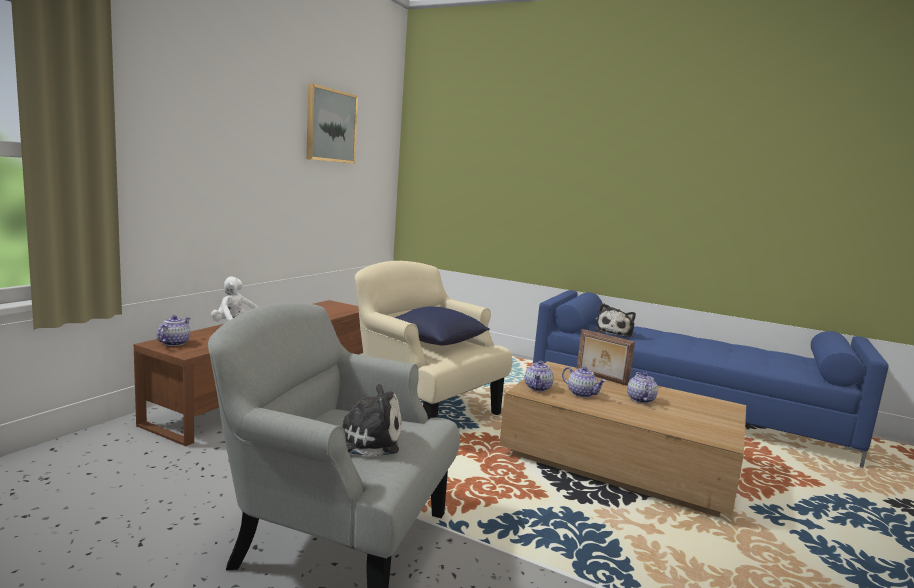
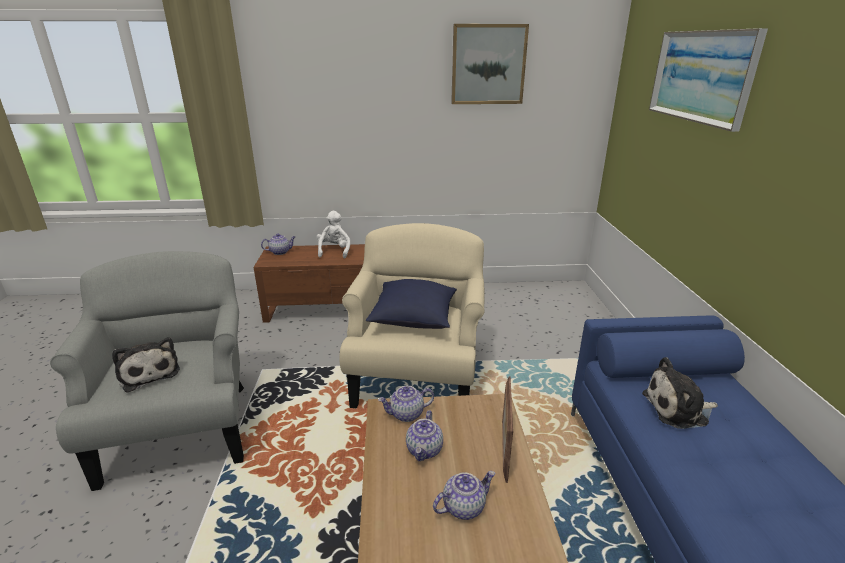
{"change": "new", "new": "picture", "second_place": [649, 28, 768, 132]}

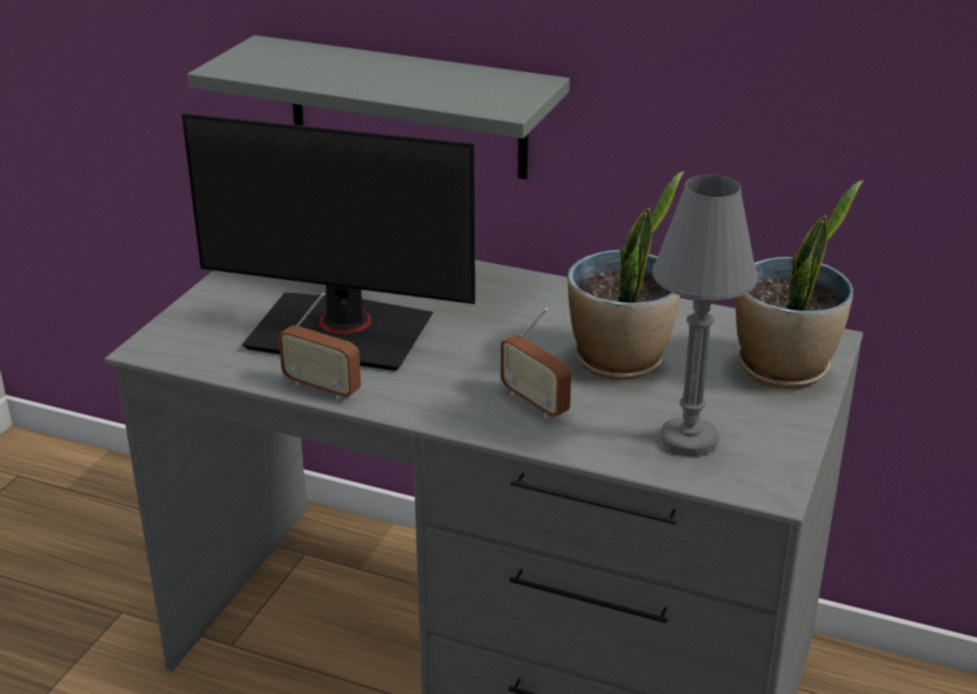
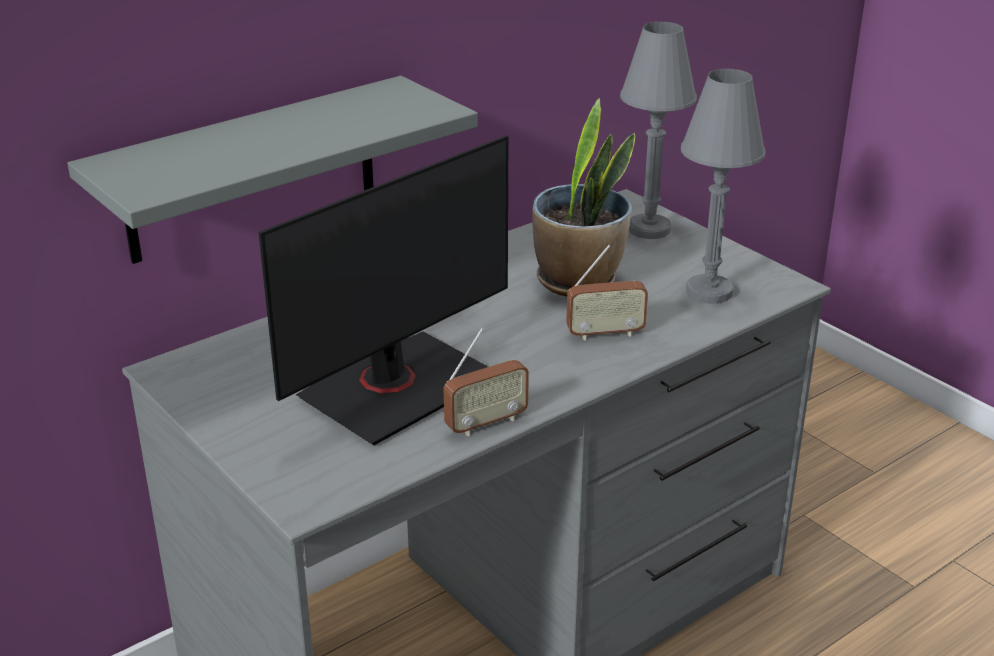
{"change": "swapped", "old": "potted plant", "new": "grey table lamp", "first_place": [736, 180, 863, 388], "second_place": [620, 22, 697, 239]}

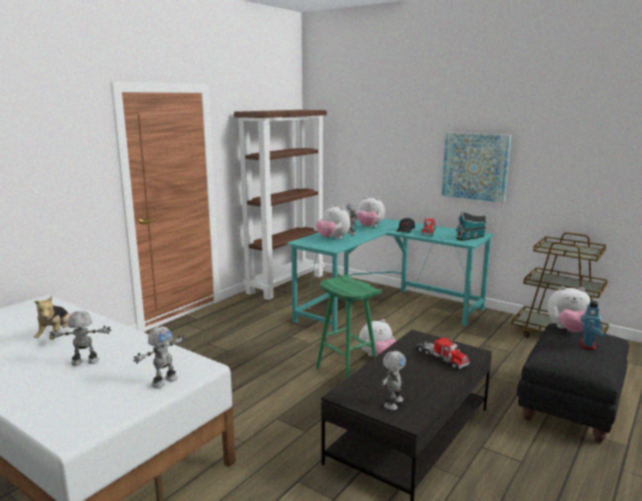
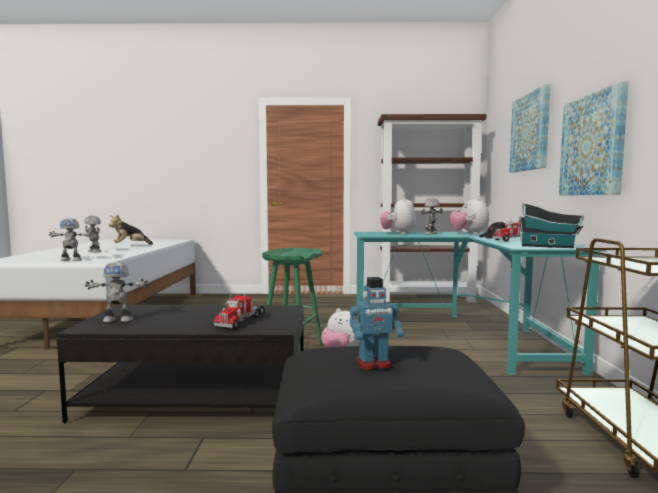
{"change": "new", "new": "picture", "second_place": [509, 84, 550, 172]}
{"change": "gone", "old": "plush toy", "first_place": [547, 286, 591, 332]}

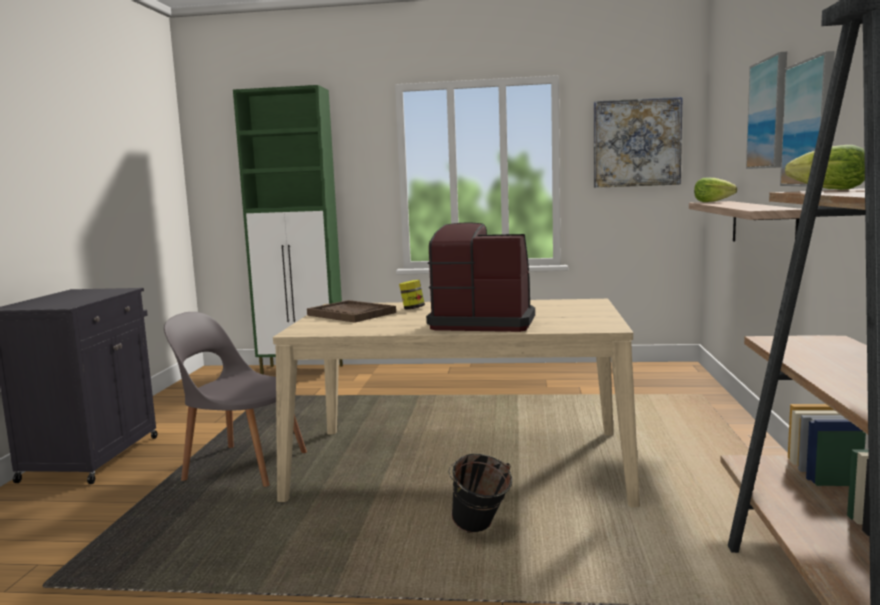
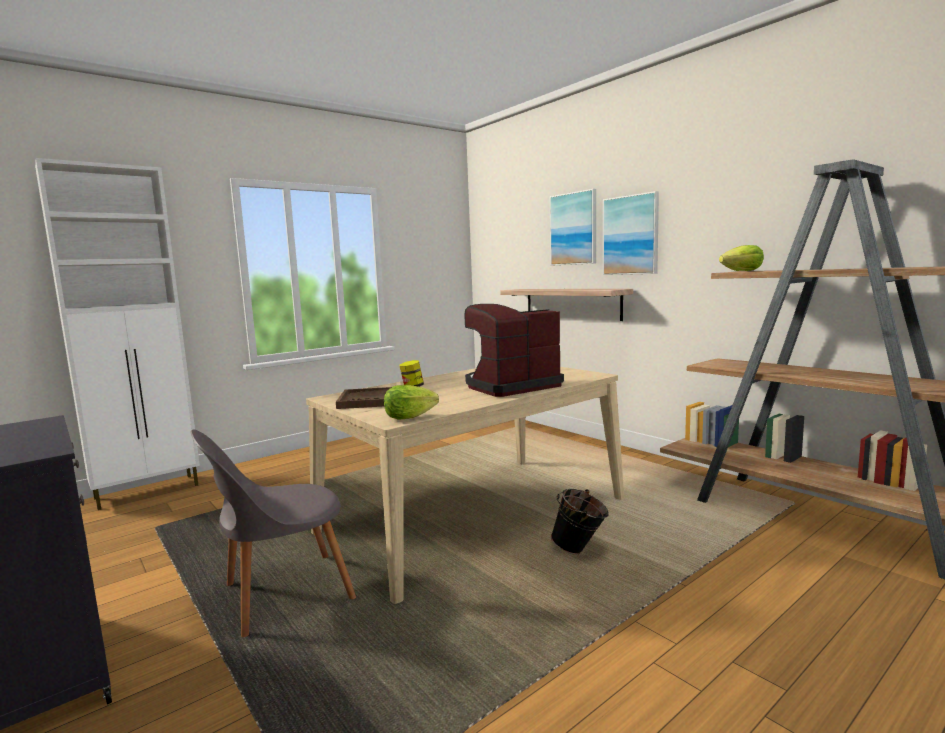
{"change": "repainted", "old": "green cabinet", "new": "white cabinet", "first_place": [233, 85, 343, 374], "second_place": [35, 158, 200, 510]}
{"change": "shifted", "old": "lettuce", "first_place": [694, 178, 738, 202], "second_place": [384, 385, 439, 420]}
{"change": "gone", "old": "picture", "first_place": [594, 97, 683, 188]}

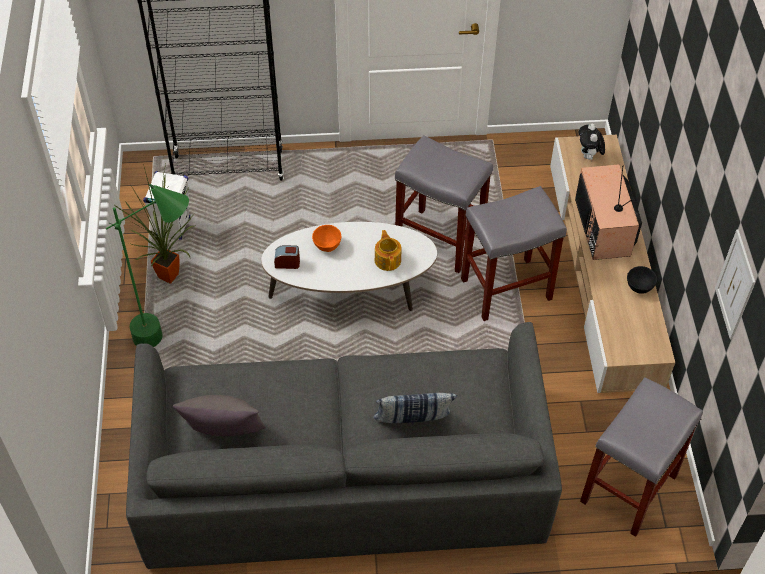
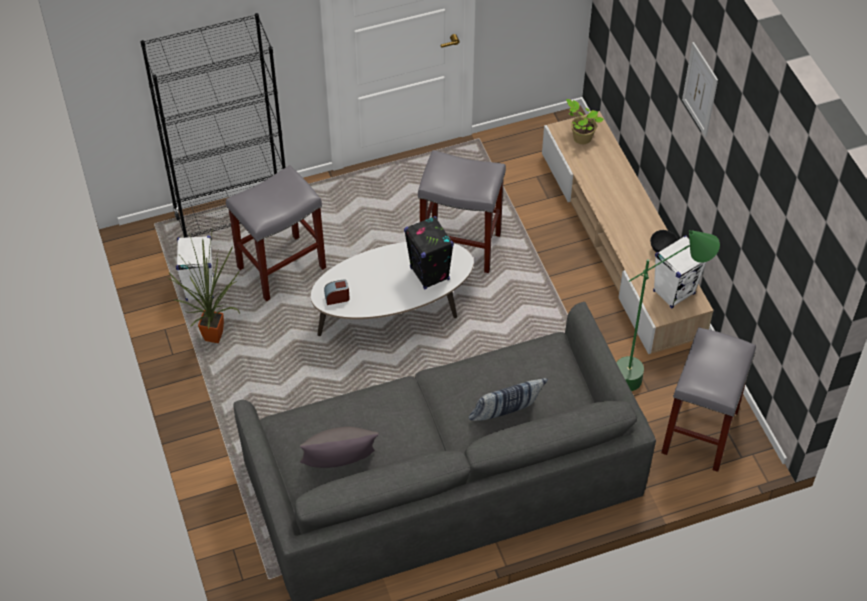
{"change": "shifted", "old": "grey stool", "first_place": [461, 186, 567, 321], "second_place": [226, 165, 326, 302]}
{"change": "swapped", "old": "teapot", "new": "black speaker", "first_place": [375, 230, 401, 271], "second_place": [404, 216, 454, 289]}
{"change": "swapped", "old": "plush toy", "new": "potted plant", "first_place": [578, 124, 605, 161], "second_place": [566, 99, 604, 144]}
{"change": "shifted", "old": "green floor lamp", "first_place": [106, 184, 189, 347], "second_place": [616, 230, 720, 391]}
{"change": "new", "new": "white speaker", "second_place": [653, 235, 706, 308]}
{"change": "shifted", "old": "picture", "first_place": [715, 229, 755, 340], "second_place": [682, 42, 718, 137]}
{"change": "gone", "old": "orange bowl", "first_place": [312, 225, 342, 252]}
{"change": "gone", "old": "television", "first_place": [575, 164, 642, 260]}

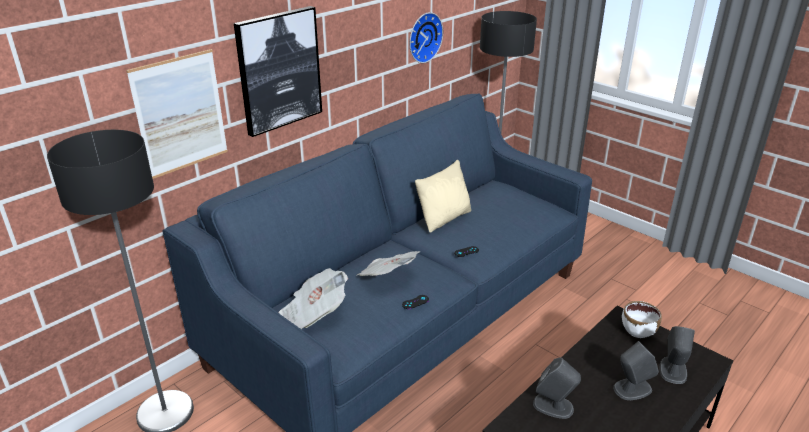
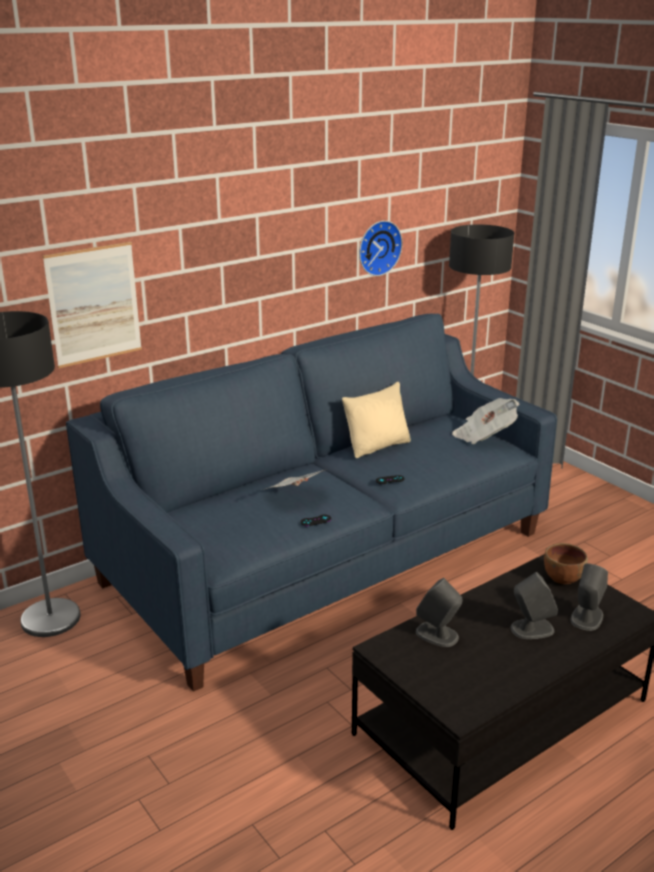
{"change": "shifted", "old": "newspaper", "first_place": [278, 268, 348, 329], "second_place": [452, 398, 520, 444]}
{"change": "repainted", "old": "white bowl", "new": "brown bowl", "first_place": [622, 301, 662, 338], "second_place": [544, 543, 588, 584]}
{"change": "gone", "old": "picture", "first_place": [234, 6, 322, 137]}

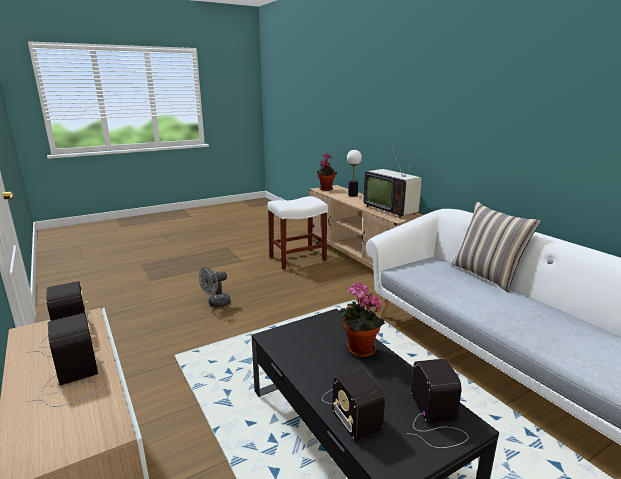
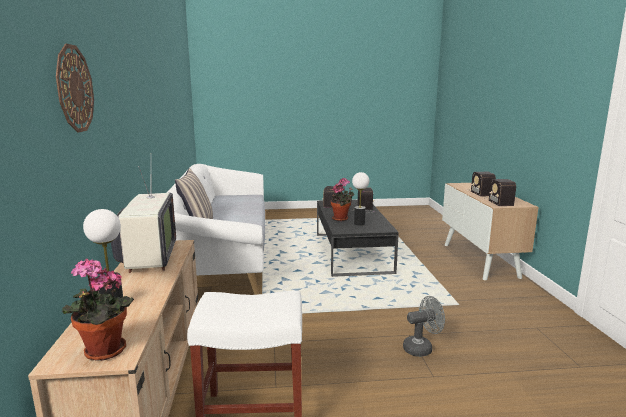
{"change": "new", "new": "wall clock", "second_place": [56, 44, 94, 133]}
{"change": "new", "new": "table lamp", "second_place": [352, 172, 369, 225]}

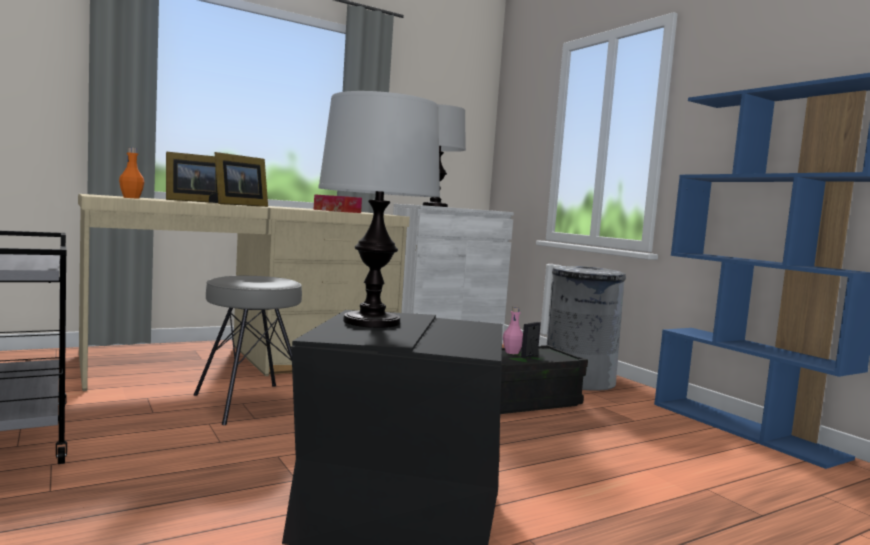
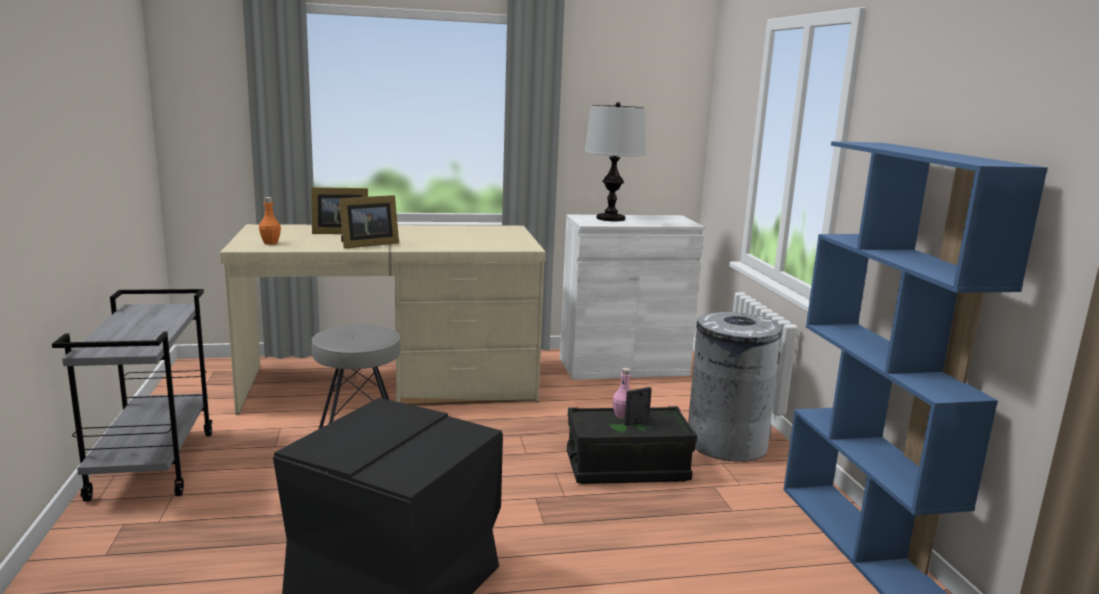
{"change": "gone", "old": "tissue box", "first_place": [314, 194, 362, 213]}
{"change": "gone", "old": "table lamp", "first_place": [318, 91, 440, 328]}

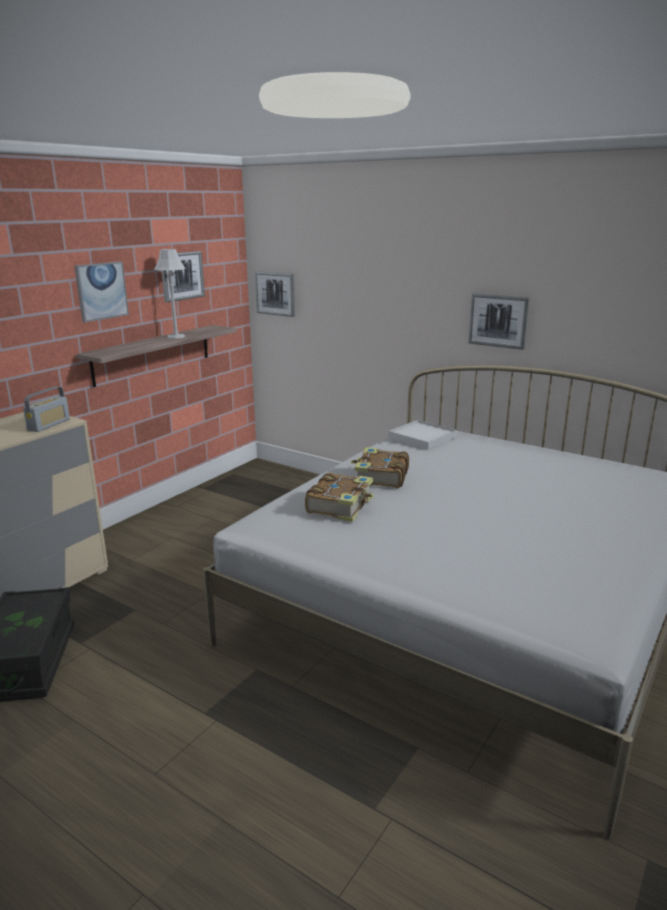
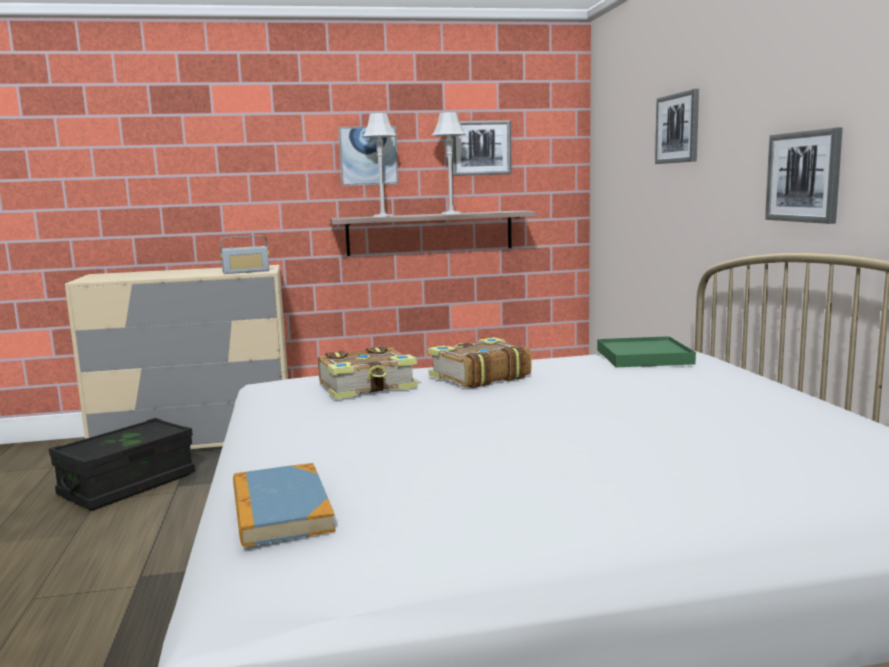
{"change": "new", "new": "book", "second_place": [233, 463, 335, 547]}
{"change": "new", "new": "grey table lamp", "second_place": [362, 113, 397, 217]}
{"change": "repainted", "old": "white tray", "new": "green tray", "first_place": [388, 420, 457, 450], "second_place": [597, 336, 696, 367]}
{"change": "shifted", "old": "picture", "first_place": [255, 271, 295, 317], "second_place": [655, 89, 699, 164]}

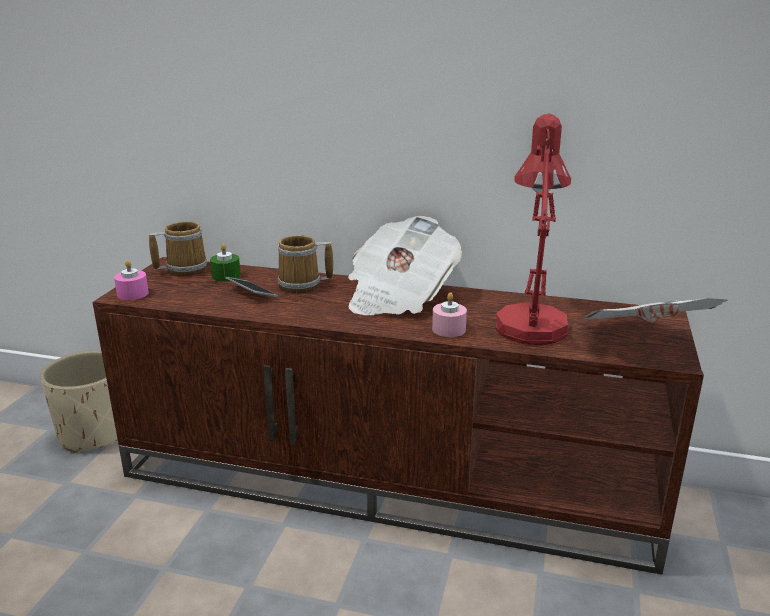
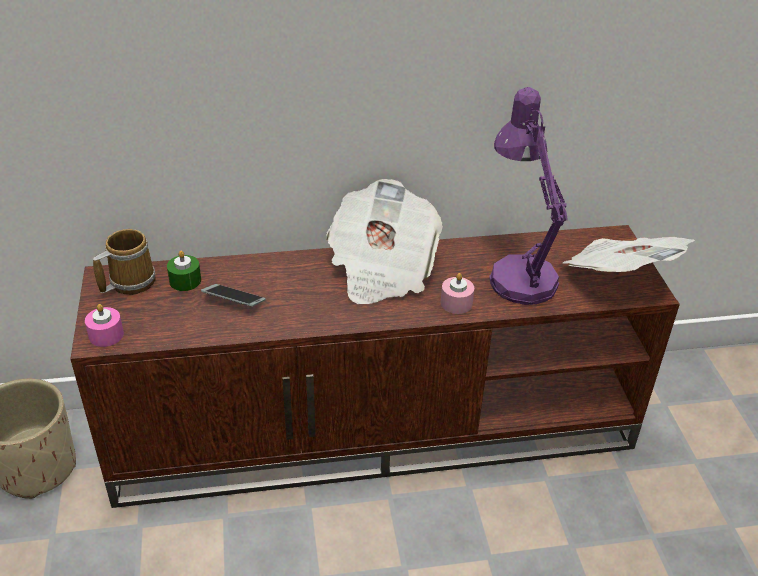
{"change": "repainted", "old": "red table lamp", "new": "purple table lamp", "first_place": [496, 113, 571, 345], "second_place": [489, 87, 568, 305]}
{"change": "gone", "old": "mug", "first_place": [278, 235, 333, 294]}

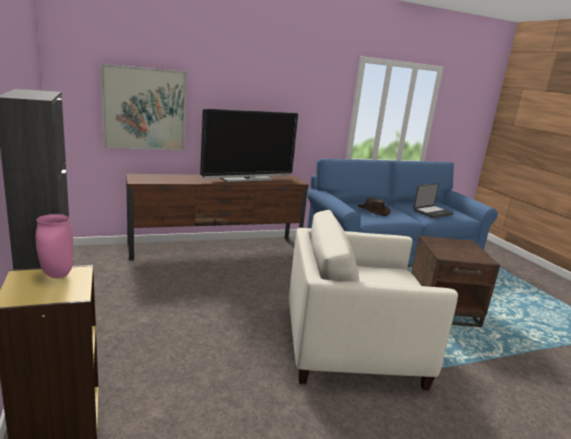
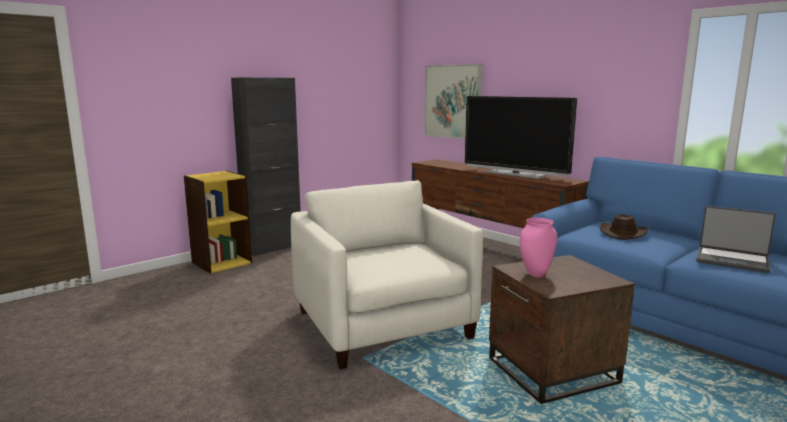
{"change": "shifted", "old": "pink vase", "first_place": [36, 214, 73, 278], "second_place": [520, 218, 557, 277]}

